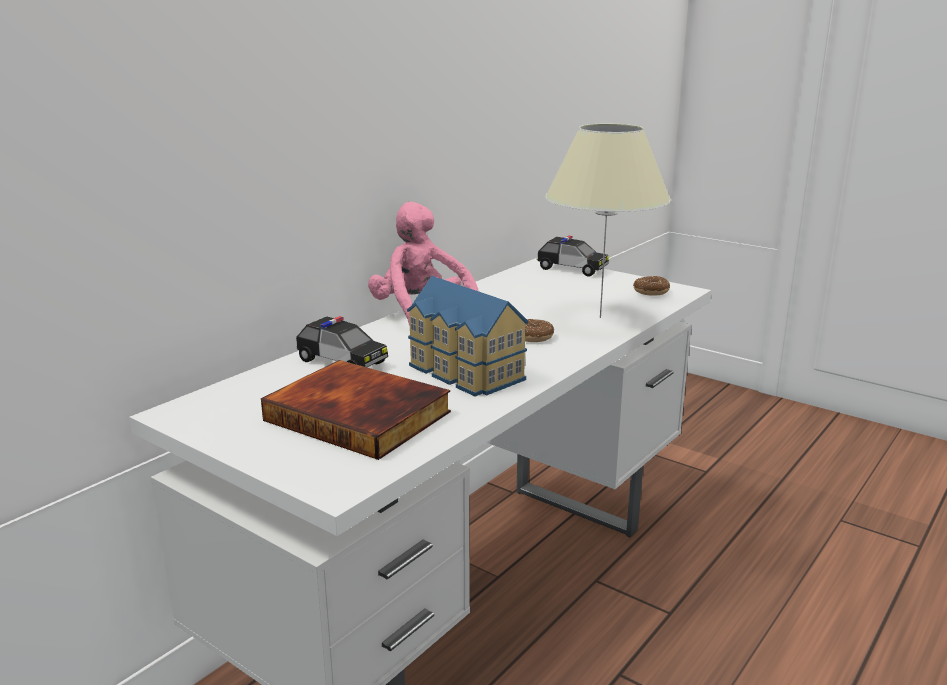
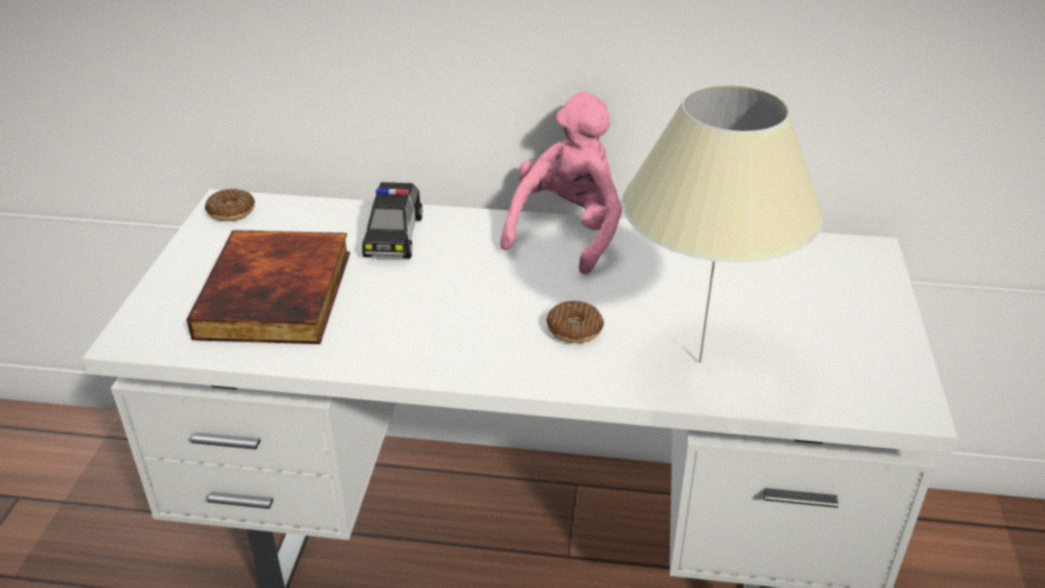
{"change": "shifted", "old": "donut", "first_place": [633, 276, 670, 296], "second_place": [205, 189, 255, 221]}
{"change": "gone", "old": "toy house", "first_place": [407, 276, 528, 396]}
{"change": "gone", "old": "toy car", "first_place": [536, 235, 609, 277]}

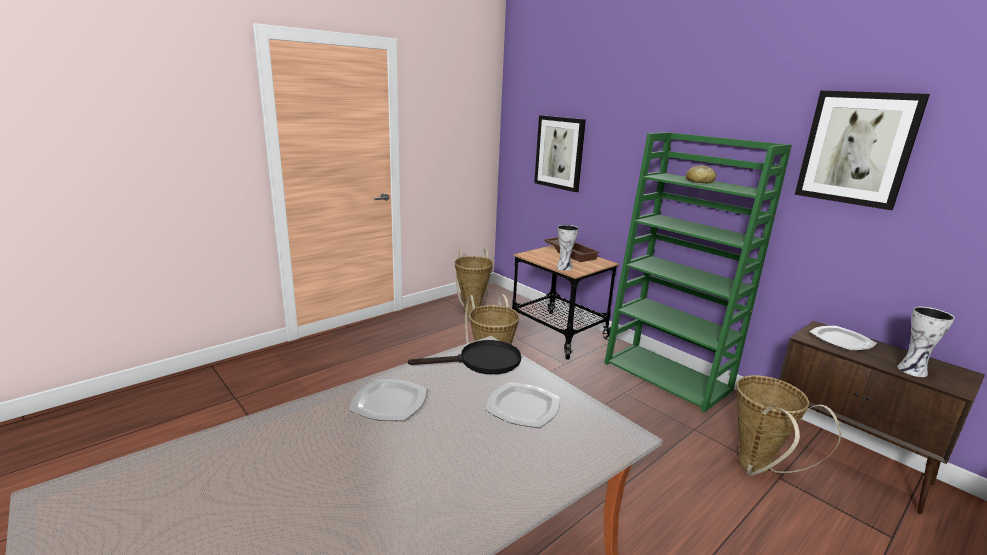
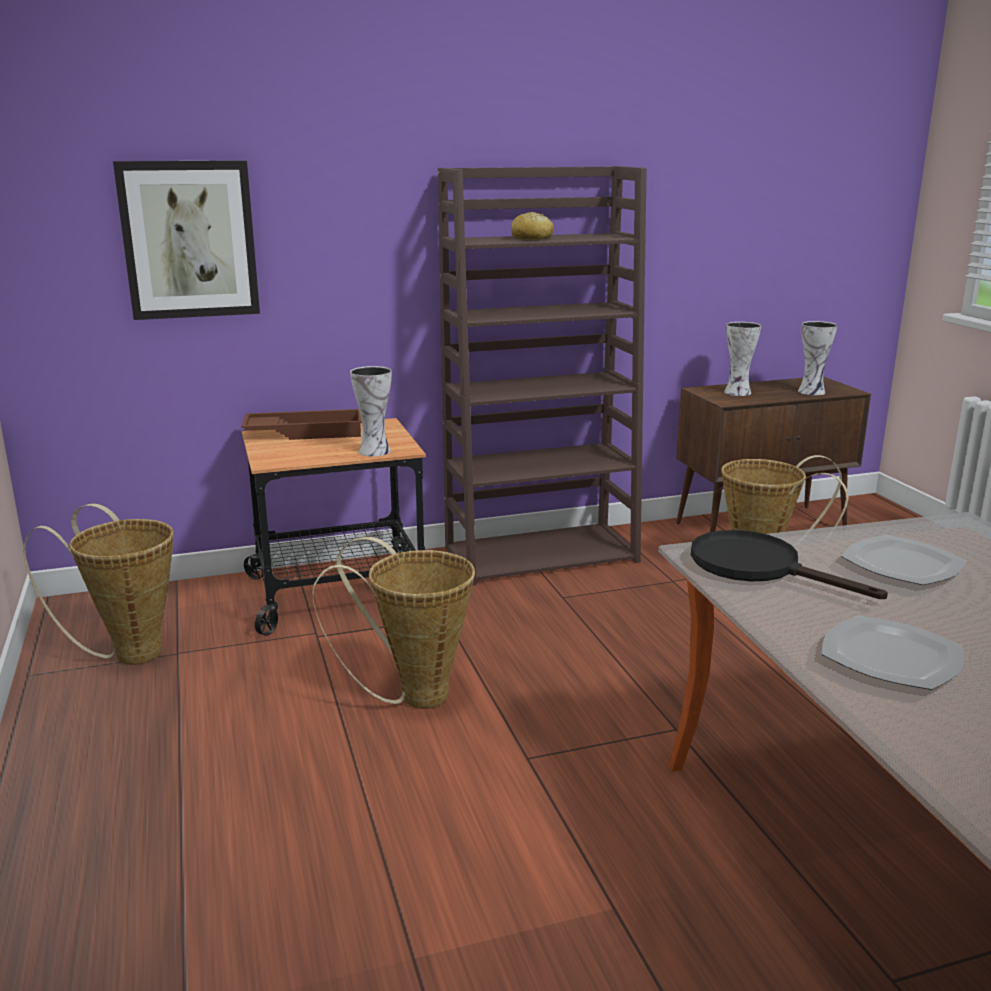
{"change": "repainted", "old": "green bookcase", "new": "brown bookcase", "first_place": [604, 132, 792, 413], "second_place": [438, 166, 647, 586]}
{"change": "rotated", "old": "black frying pan", "first_place": [408, 340, 521, 374], "second_place": [691, 530, 888, 599], "degrees": -60}
{"change": "swapped", "old": "plate", "new": "vase", "first_place": [810, 326, 877, 351], "second_place": [724, 322, 761, 396]}
{"change": "gone", "old": "picture", "first_place": [795, 91, 930, 210]}

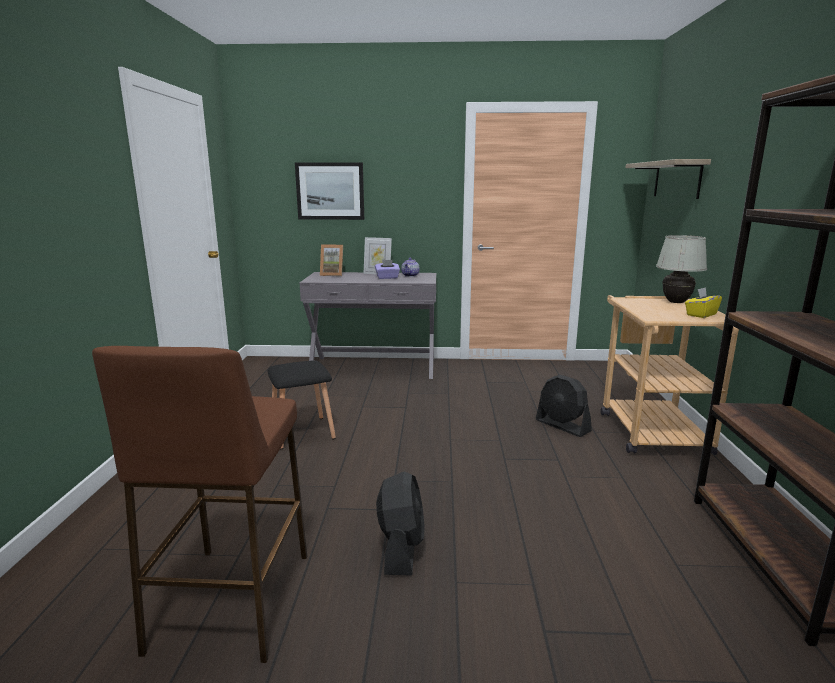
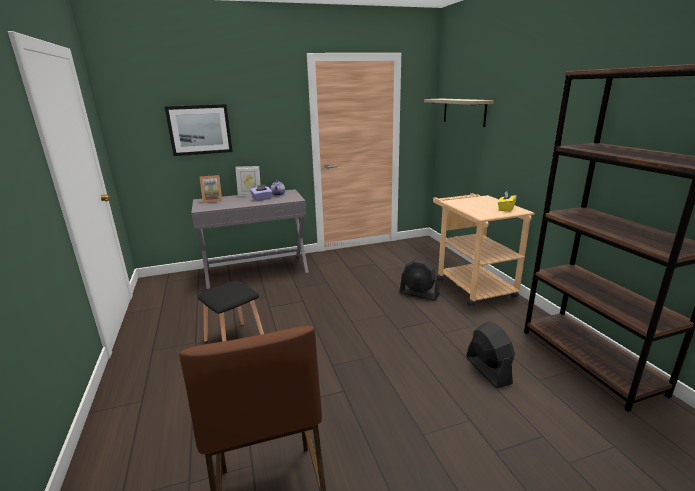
{"change": "shifted", "old": "black fan", "first_place": [376, 471, 425, 576], "second_place": [466, 322, 515, 388]}
{"change": "gone", "old": "white table lamp", "first_place": [656, 235, 707, 303]}

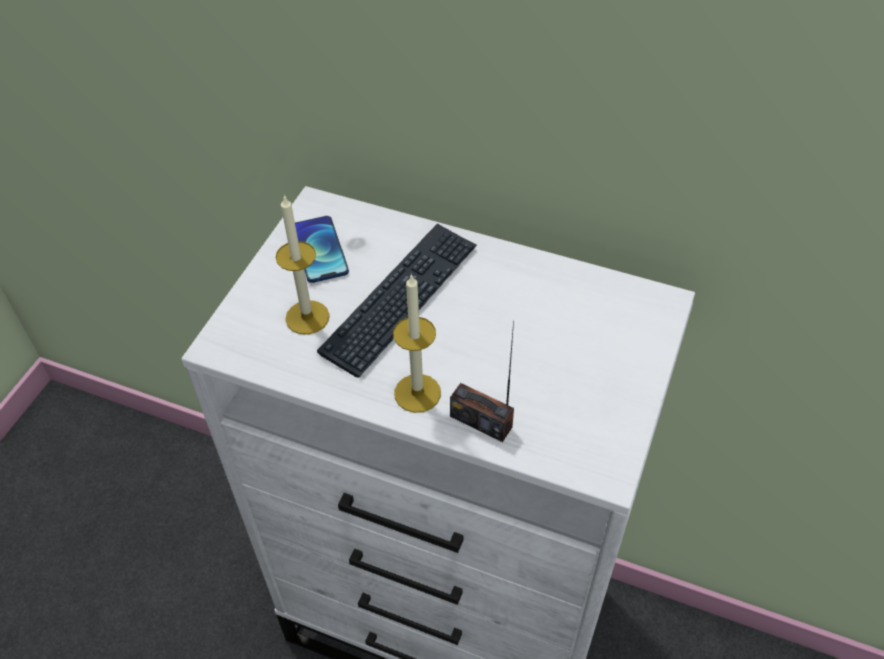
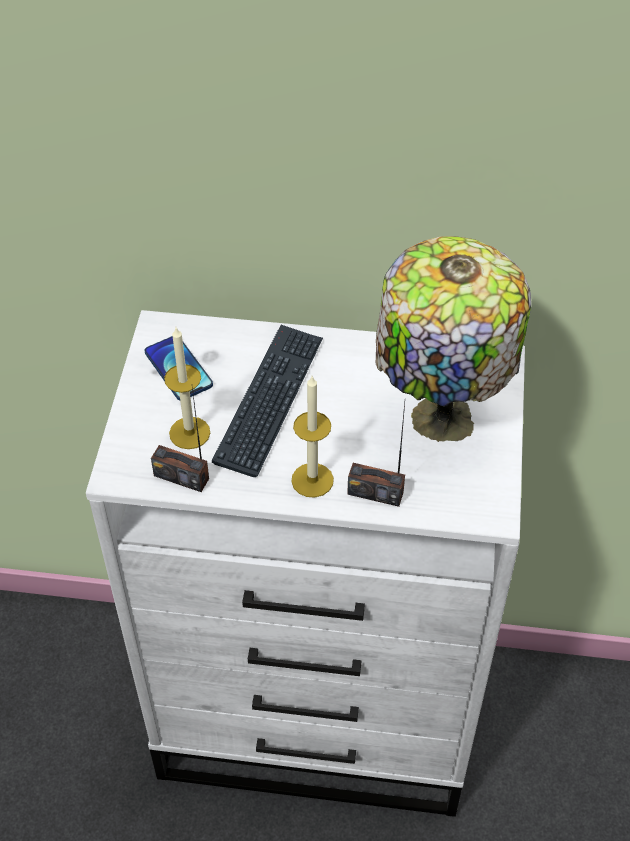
{"change": "new", "new": "radio", "second_place": [151, 387, 209, 492]}
{"change": "new", "new": "table lamp", "second_place": [376, 236, 531, 442]}

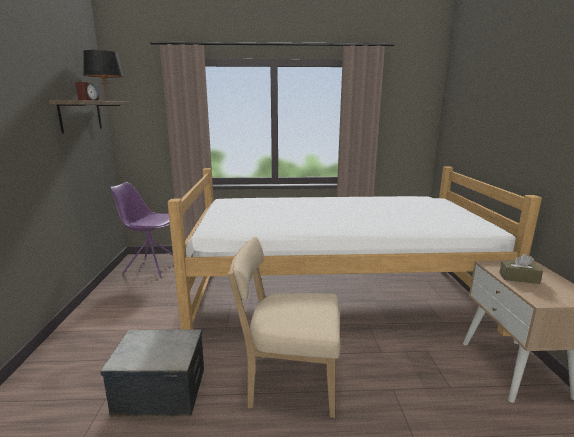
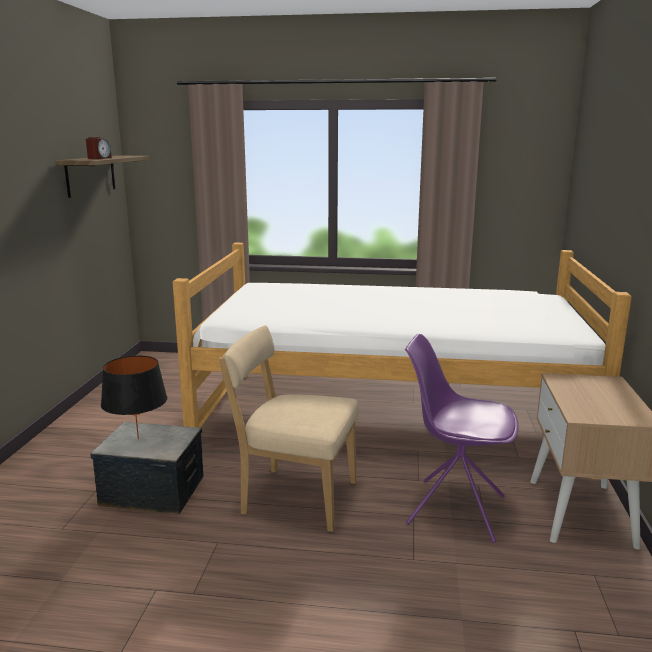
{"change": "shifted", "old": "black table lamp", "first_place": [83, 50, 124, 101], "second_place": [101, 356, 167, 439]}
{"change": "shifted", "old": "purple chair", "first_place": [110, 182, 173, 277], "second_place": [405, 334, 518, 543]}
{"change": "gone", "old": "brown tissue box", "first_place": [499, 254, 543, 284]}

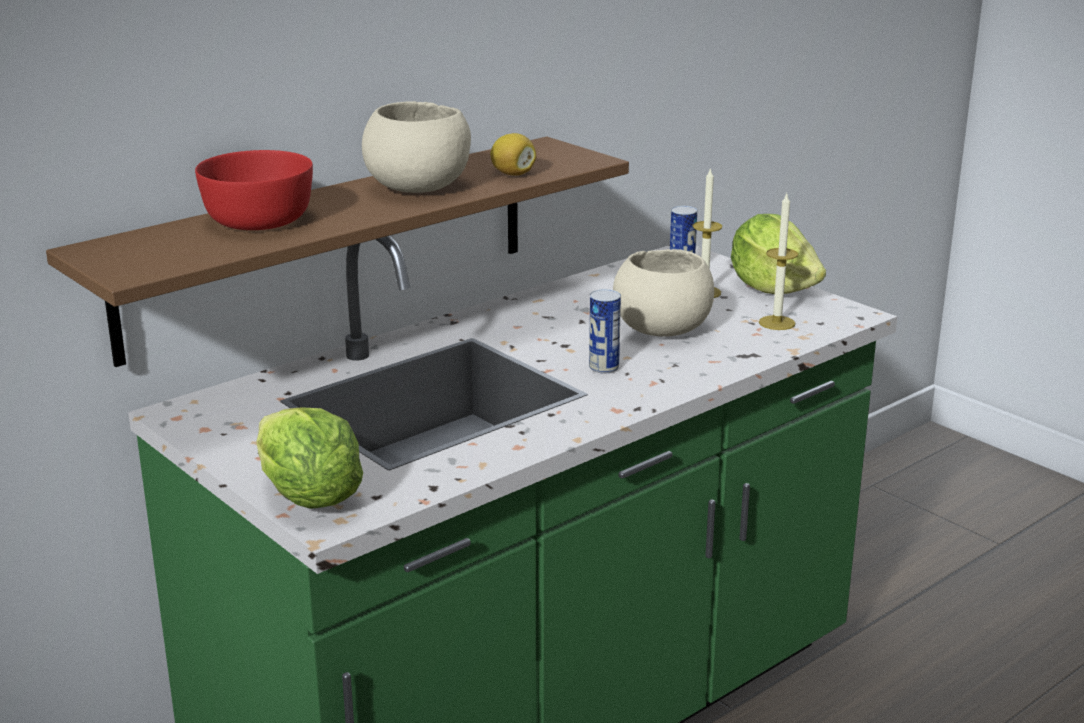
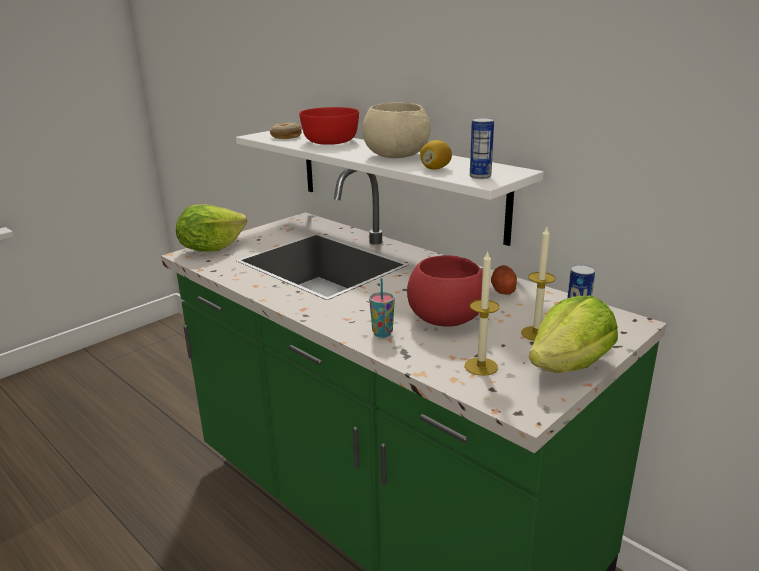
{"change": "repainted", "old": "brown shelf", "new": "white shelf", "first_place": [46, 137, 629, 367], "second_place": [236, 129, 544, 246]}
{"change": "new", "new": "donut", "second_place": [270, 123, 302, 139]}
{"change": "new", "new": "cup", "second_place": [369, 278, 395, 338]}
{"change": "repainted", "old": "beige bowl", "new": "red bowl", "first_place": [613, 249, 714, 337], "second_place": [407, 255, 483, 327]}
{"change": "shifted", "old": "can", "first_place": [589, 289, 621, 374], "second_place": [470, 118, 494, 179]}
{"change": "new", "new": "potato", "second_place": [491, 265, 517, 295]}

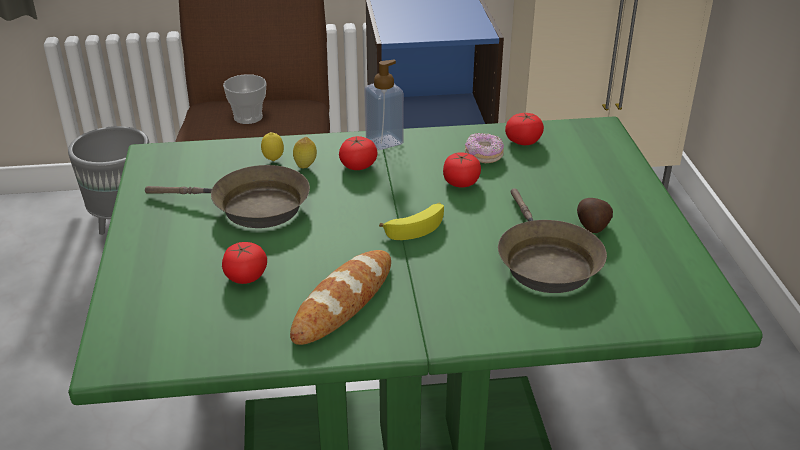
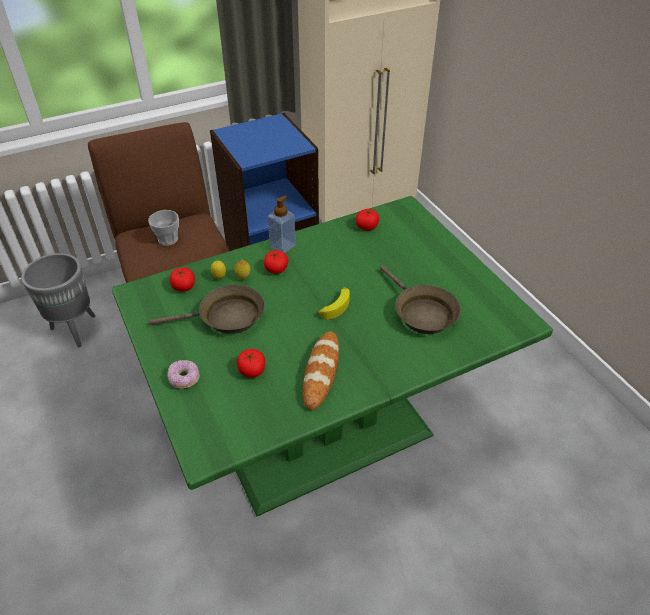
{"change": "shifted", "old": "donut", "first_place": [465, 133, 504, 163], "second_place": [167, 360, 199, 389]}
{"change": "shifted", "old": "tomato", "first_place": [443, 152, 481, 188], "second_place": [170, 267, 195, 292]}
{"change": "gone", "old": "potato", "first_place": [577, 198, 613, 233]}

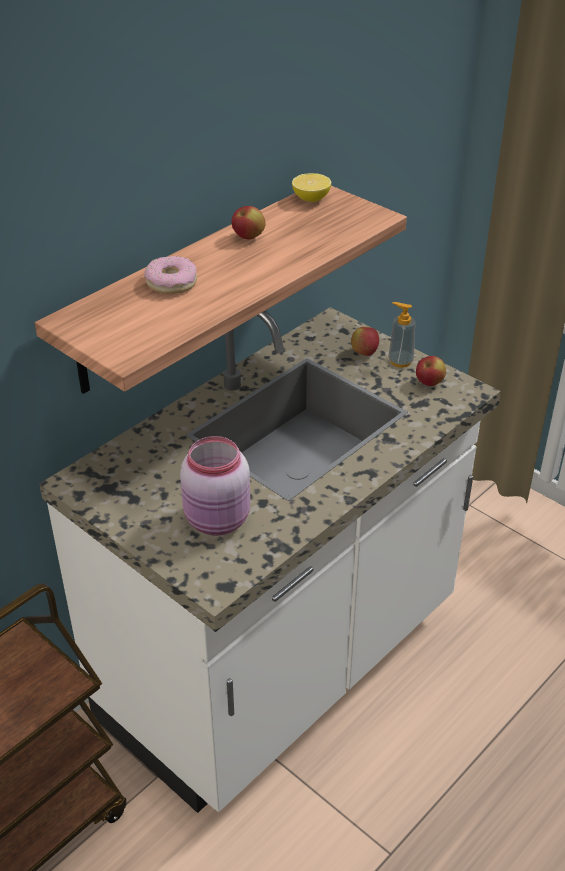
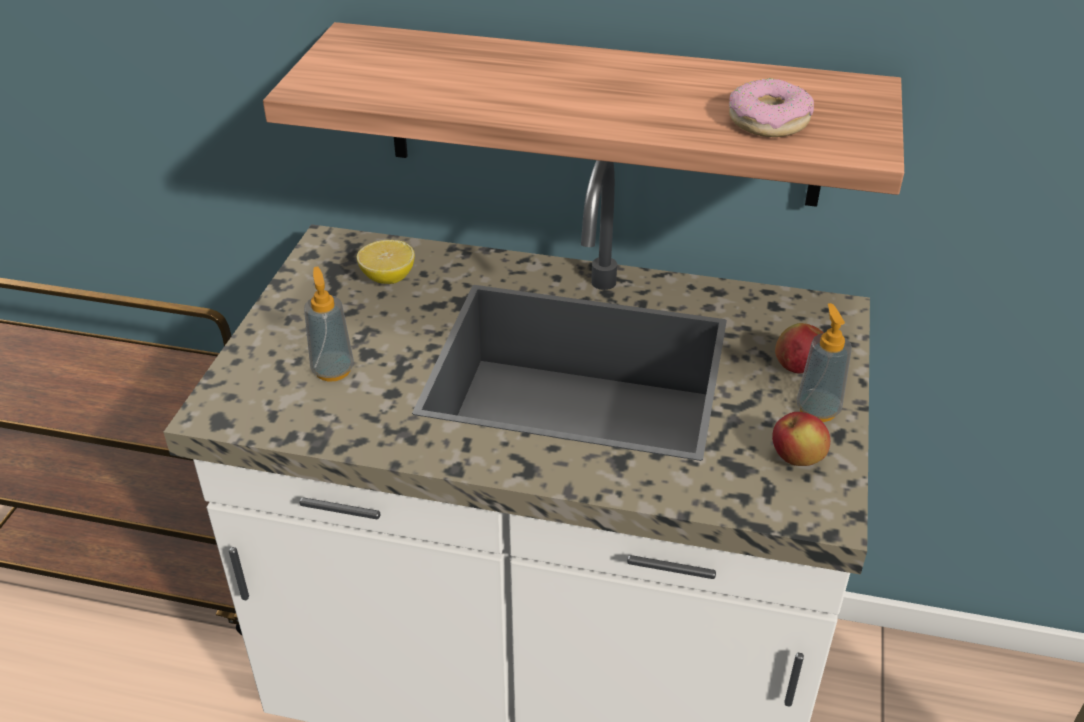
{"change": "swapped", "old": "pink jar", "new": "soap dispenser", "first_place": [180, 436, 250, 535], "second_place": [304, 266, 354, 382]}
{"change": "shifted", "old": "lemon", "first_place": [292, 173, 331, 202], "second_place": [357, 240, 415, 284]}
{"change": "shifted", "old": "donut", "first_place": [144, 256, 197, 294], "second_place": [729, 79, 814, 137]}
{"change": "gone", "old": "apple", "first_place": [231, 206, 266, 239]}

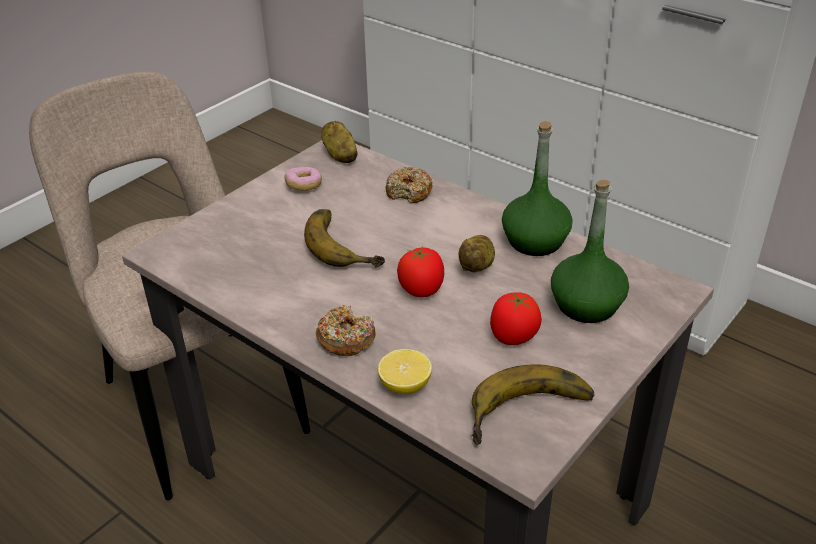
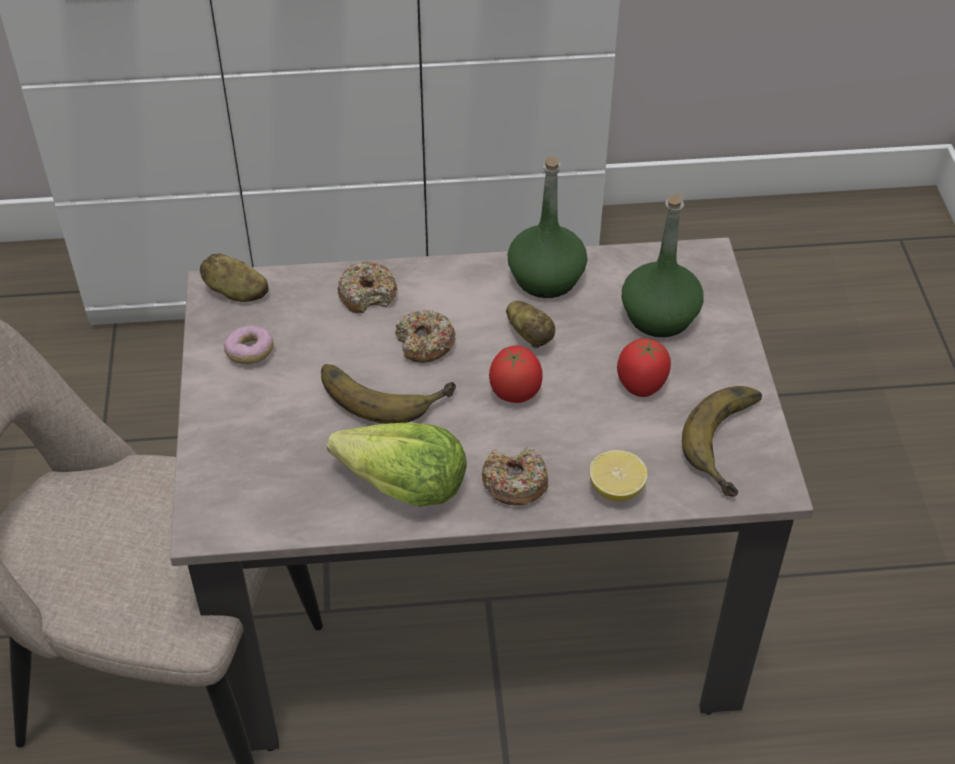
{"change": "new", "new": "lettuce", "second_place": [327, 422, 467, 507]}
{"change": "new", "new": "donut", "second_place": [395, 310, 456, 363]}

